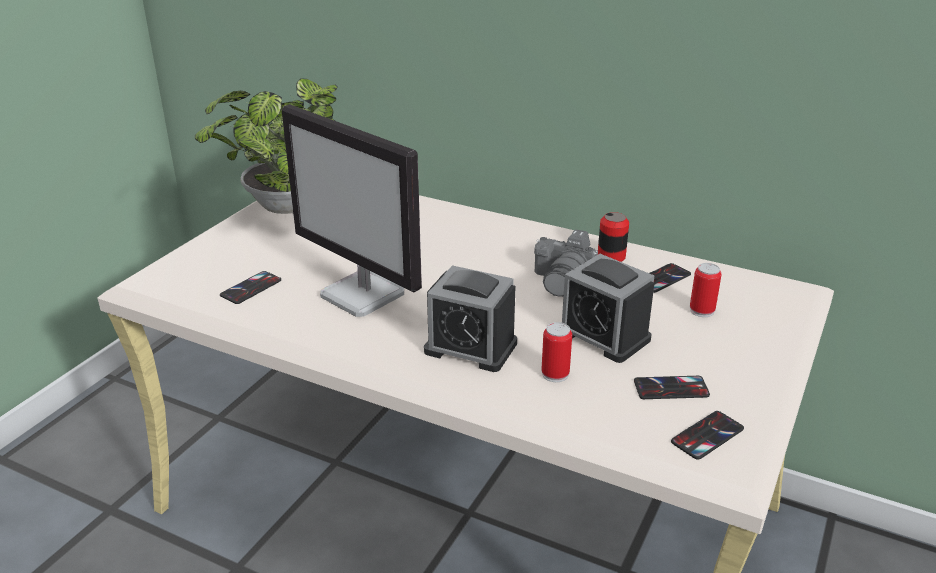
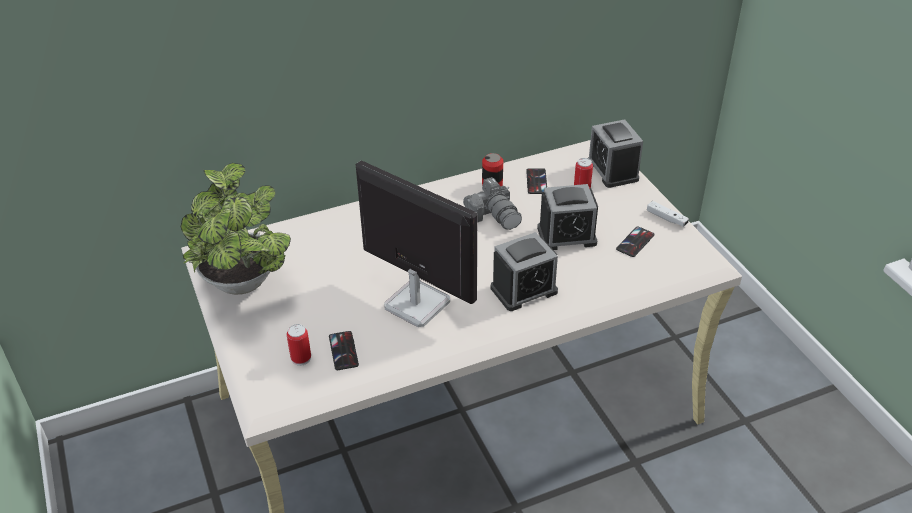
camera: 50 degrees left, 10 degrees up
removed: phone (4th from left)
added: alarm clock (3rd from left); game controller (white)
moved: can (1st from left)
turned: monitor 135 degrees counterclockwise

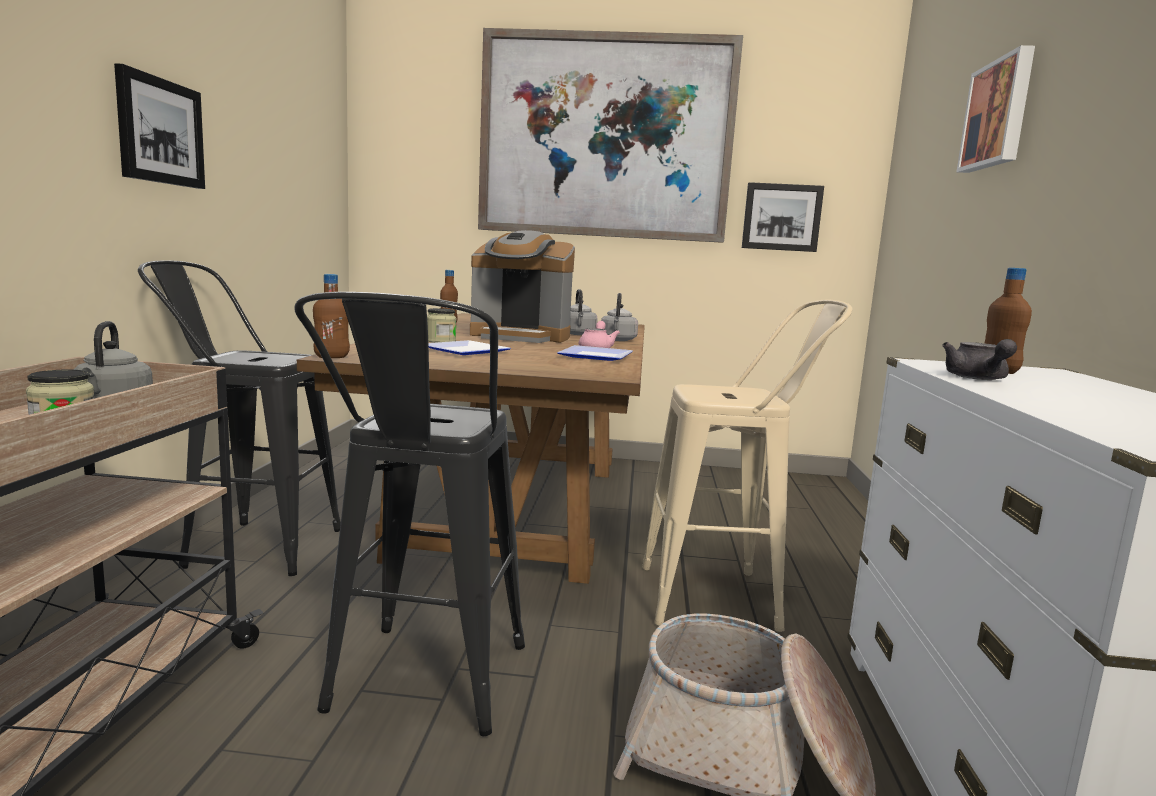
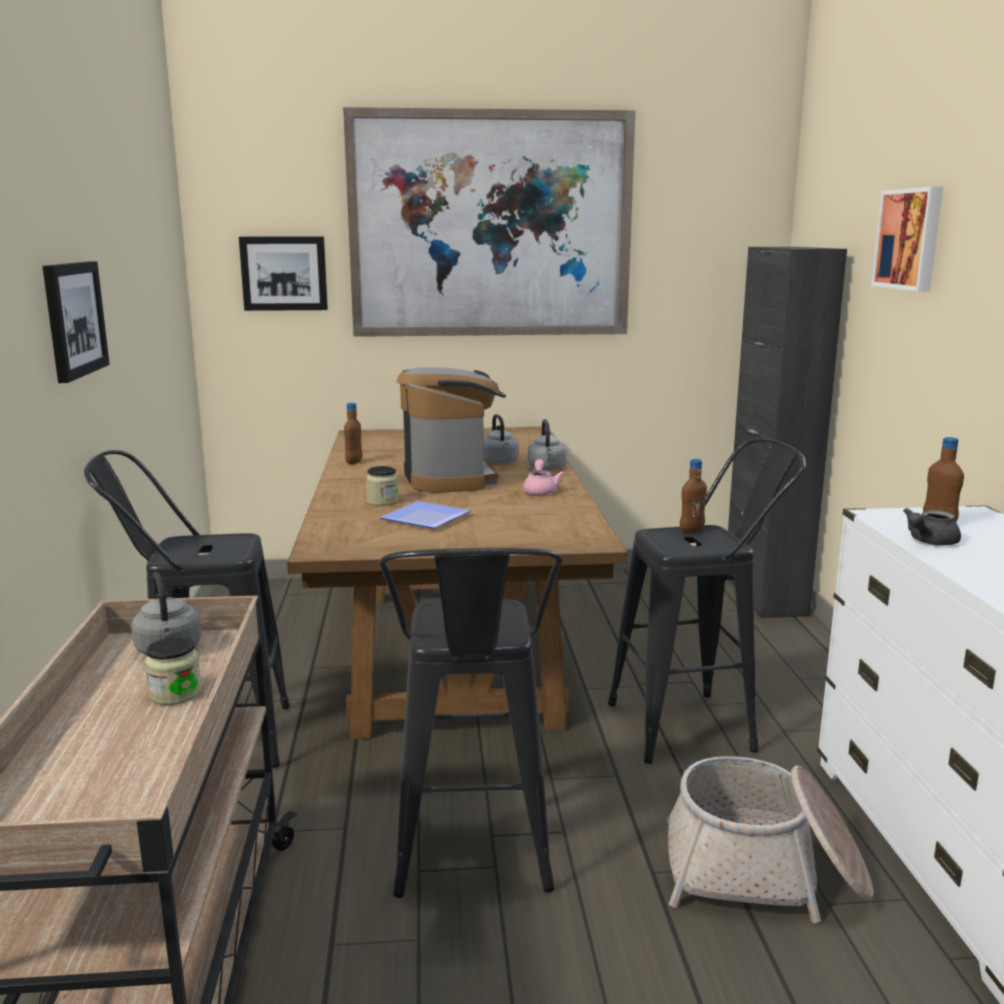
camera: 10 degrees left, 5 degrees up
removed: plate (2nd from left)
added: cabinet (black)
moved: bottle (brown) (1st from left in the first image) to bottle (brown) (2nd from left); picture (3rd from left in the first image) to picture (2nd from left)
recoloured: stool (beige) to stool (black) (3rd from left)
turned: coffee machine 105 degrees counterclockwise; teapot (grey) 60 degrees clockwise

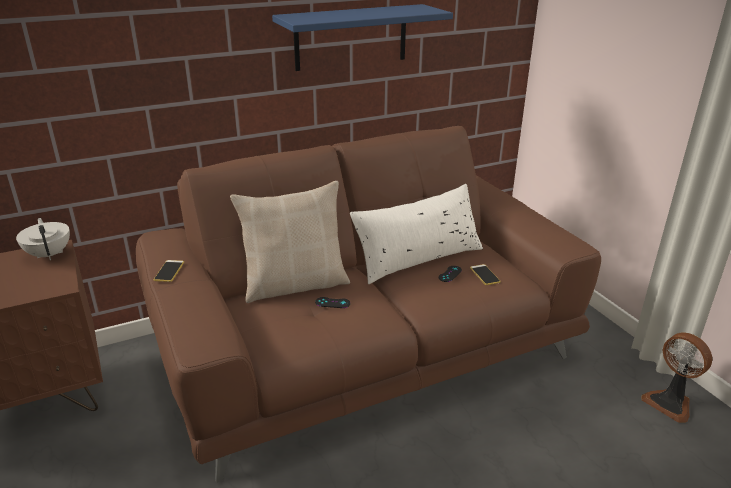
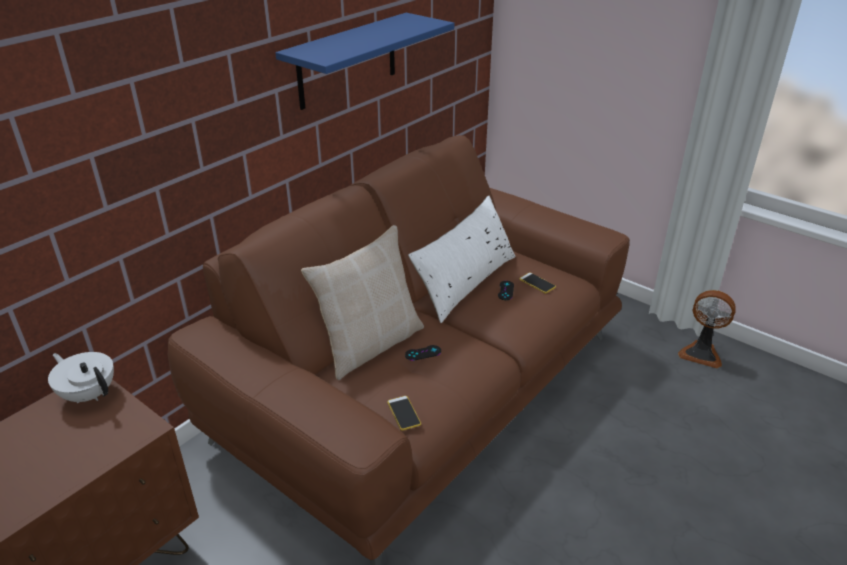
camera: 25 degrees left, 5 degrees up
moved: phone (1st from left)

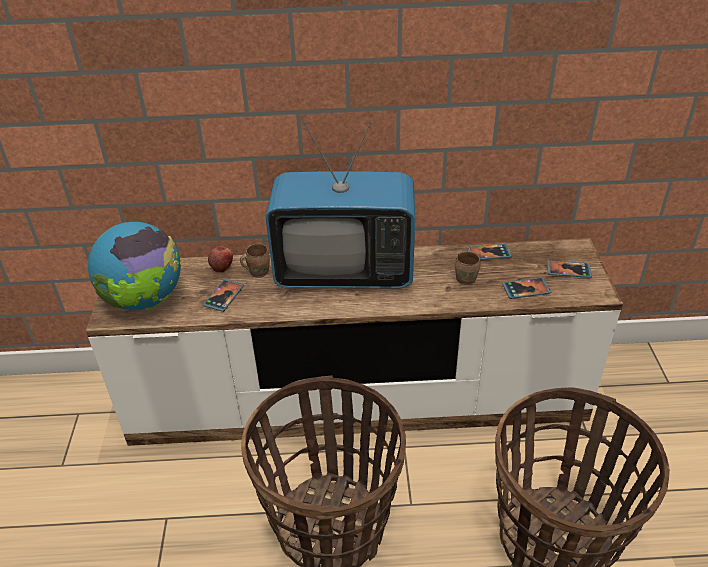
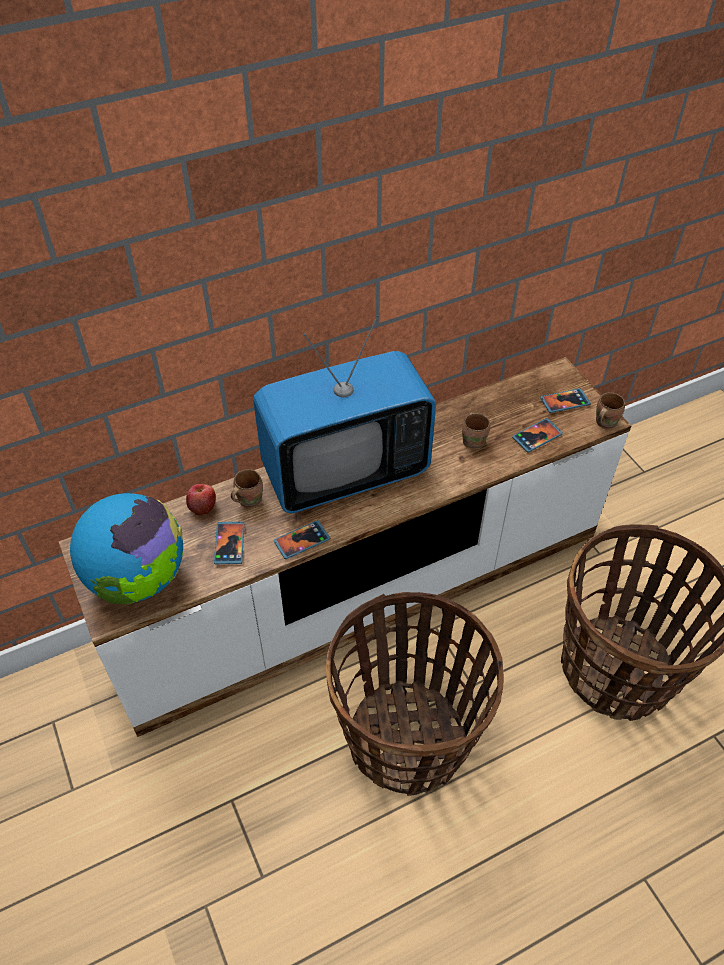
camera: 25 degrees left, 10 degrees up
added: mug (brown) (3rd from left)
moved: phone (2nd from left)

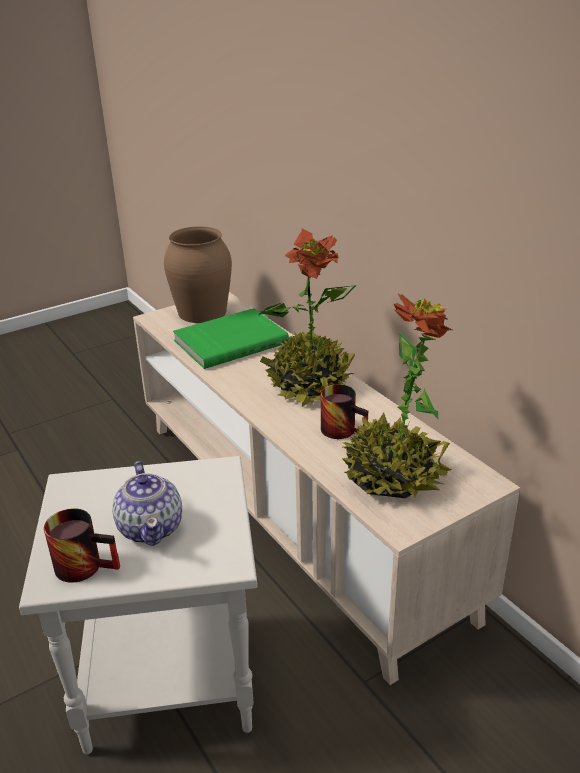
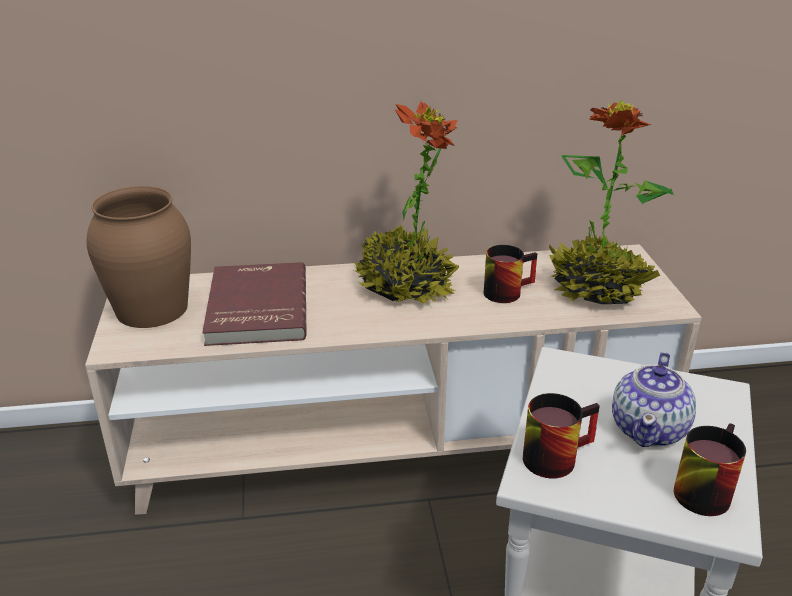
camera: 65 degrees left, 0 degrees up
added: mug (2nd from left)
recoloured: book (green) to book (red)
turned: teapot 105 degrees clockwise

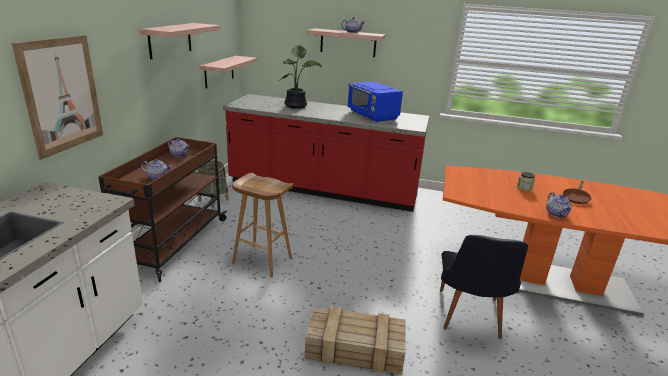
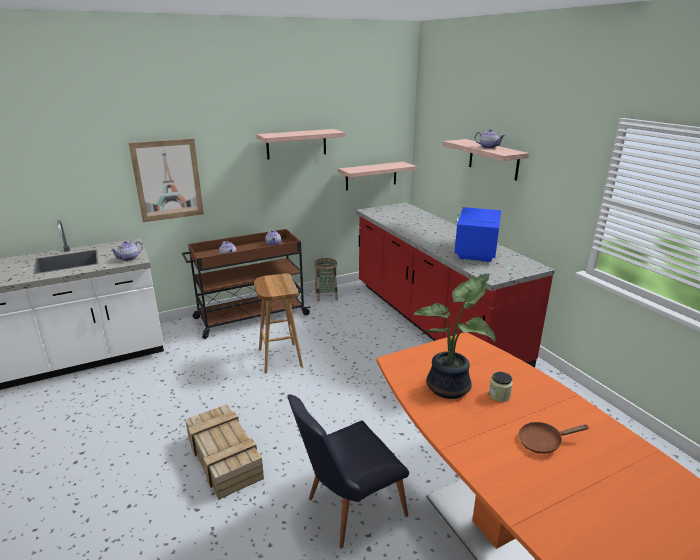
camera: 50 degrees right, 0 degrees up
moved: potted plant; teapot (4th from left in the first image) to teapot (1st from left)

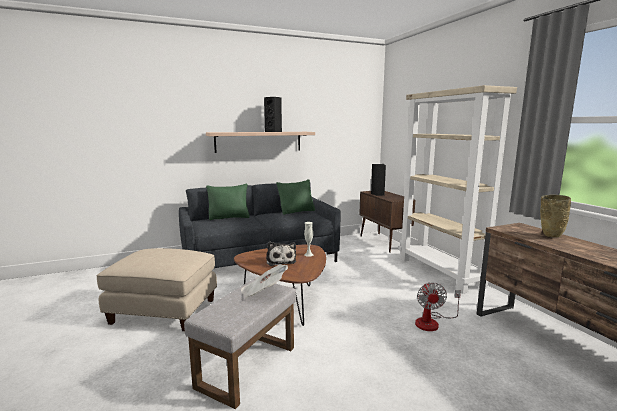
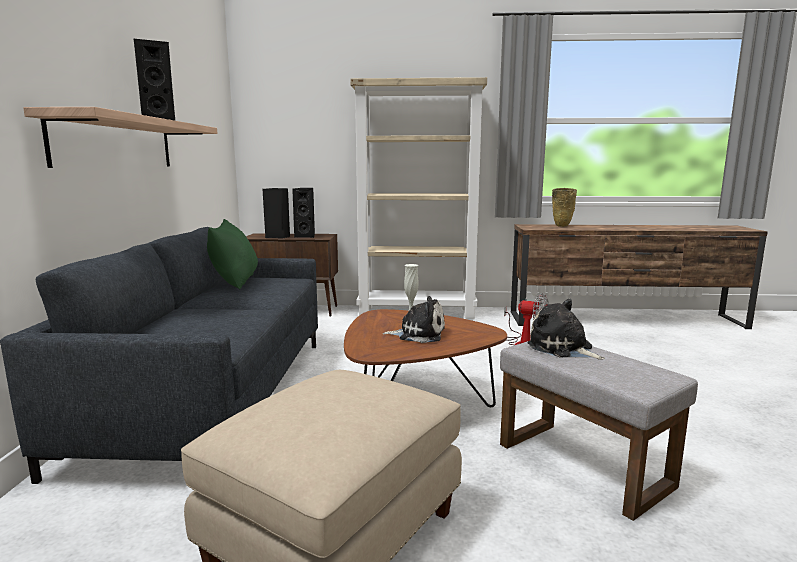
camera: 65 degrees left, 0 degrees up
removed: pillow (green) (1st from left)
added: speaker (black) (3rd from left)
replaced: newspaper to plush toy (2nd from left)

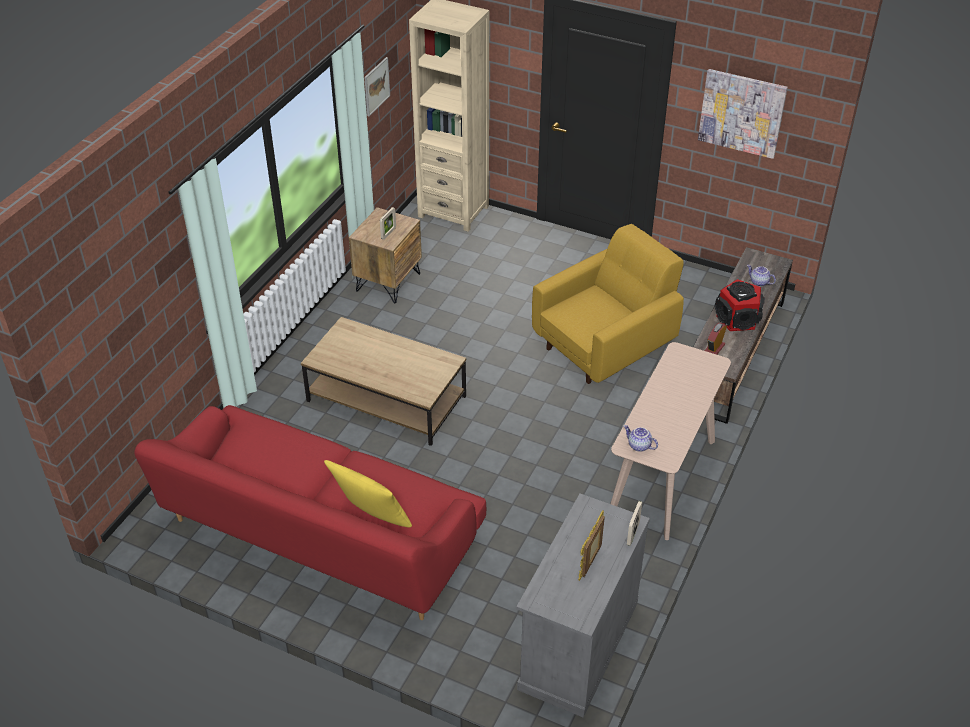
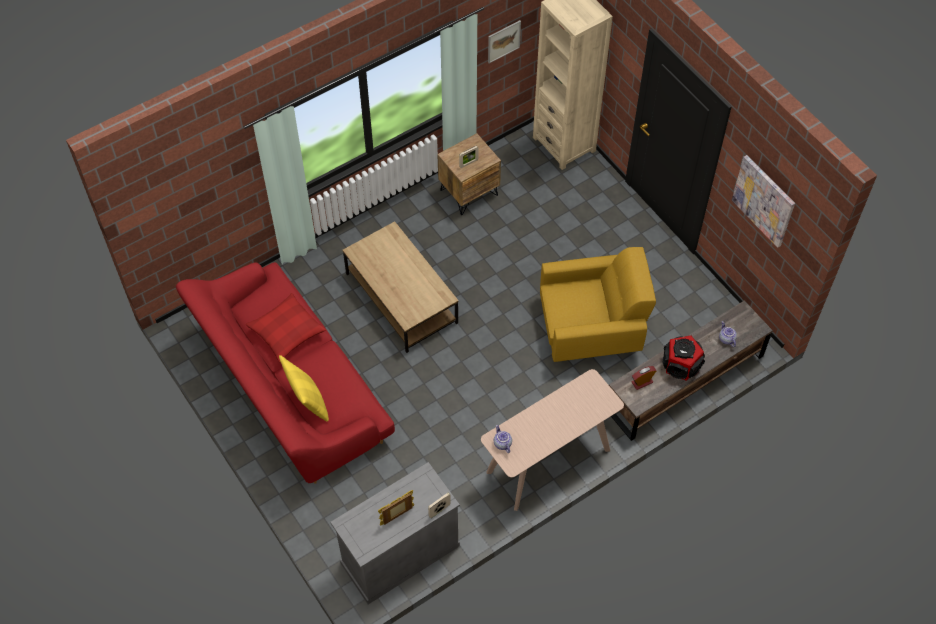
camera: 30 degrees right, 15 degrees up
added: pillow (red)

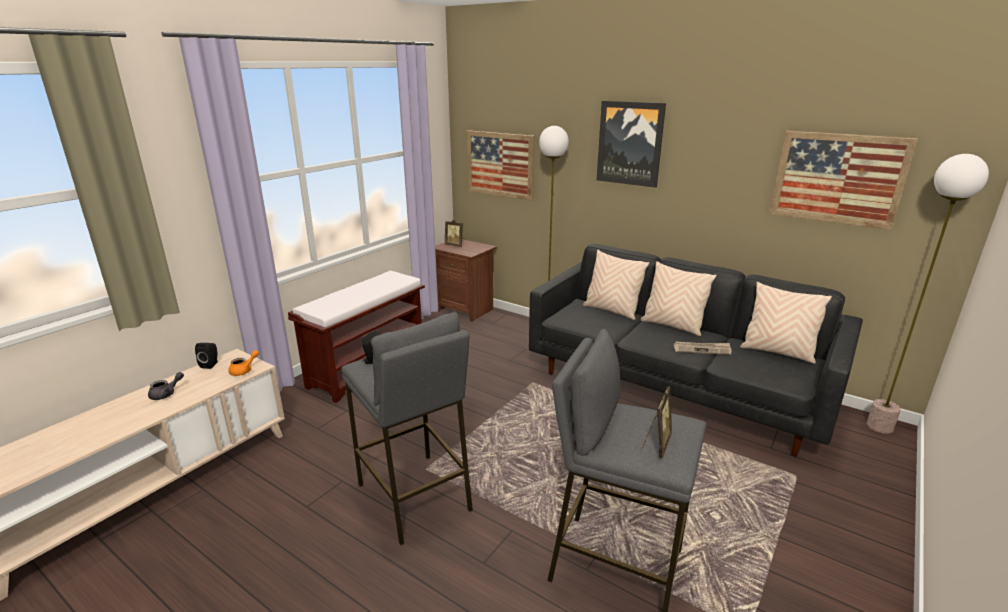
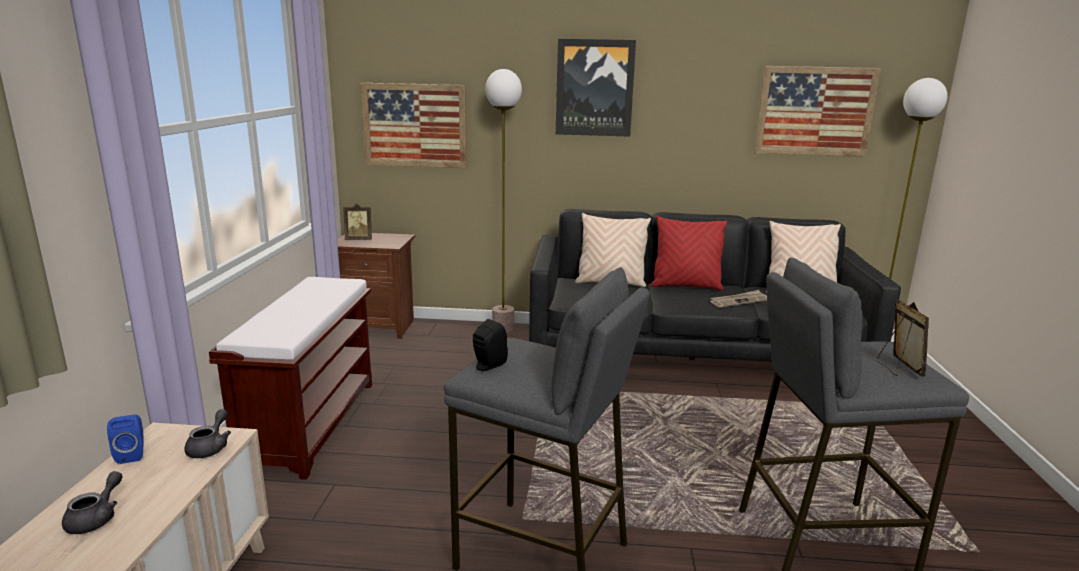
camera: 30 degrees left, 5 degrees down
recoloured: speaker (black) (1st from left) to speaker (blue); teapot (orange) to teapot (grey) (2nd from left); pillow (beige) (2nd from left) to pillow (red)

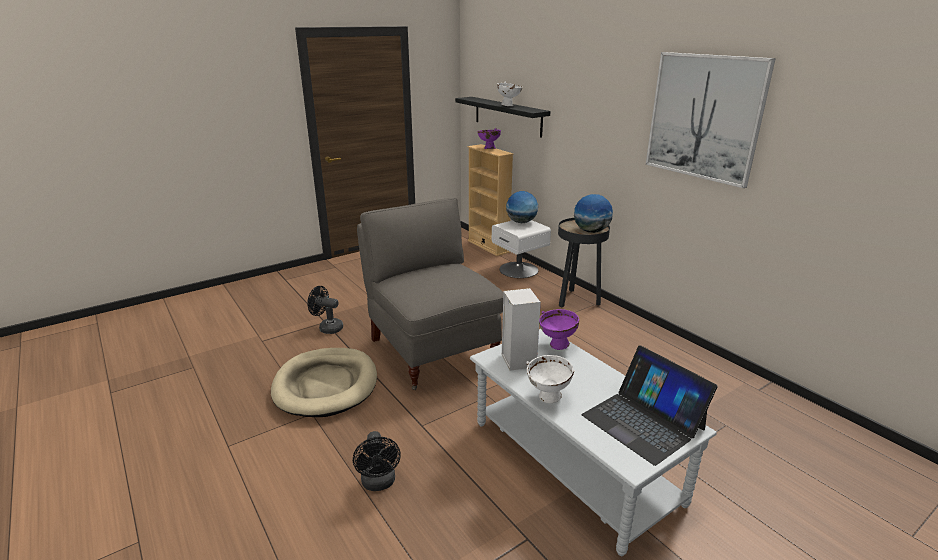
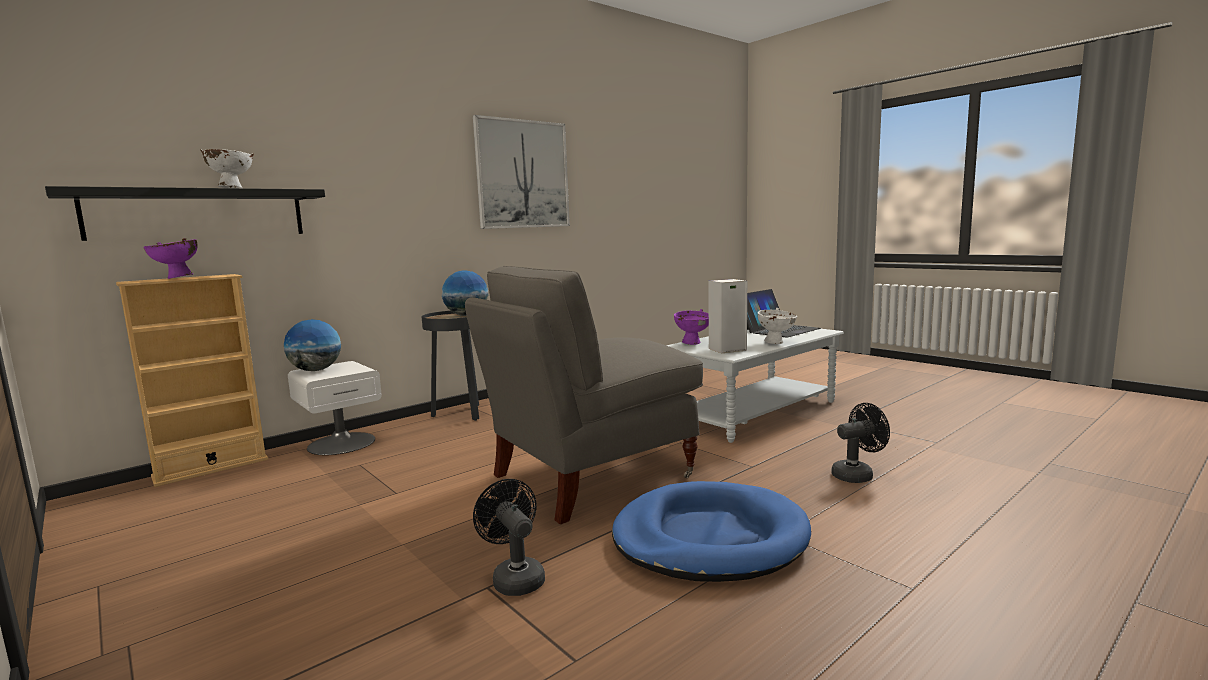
camera: 95 degrees left, 15 degrees down
recoloured: dog bed (beige) to dog bed (blue)
turned: fan (black) (1st from left) 135 degrees clockwise

